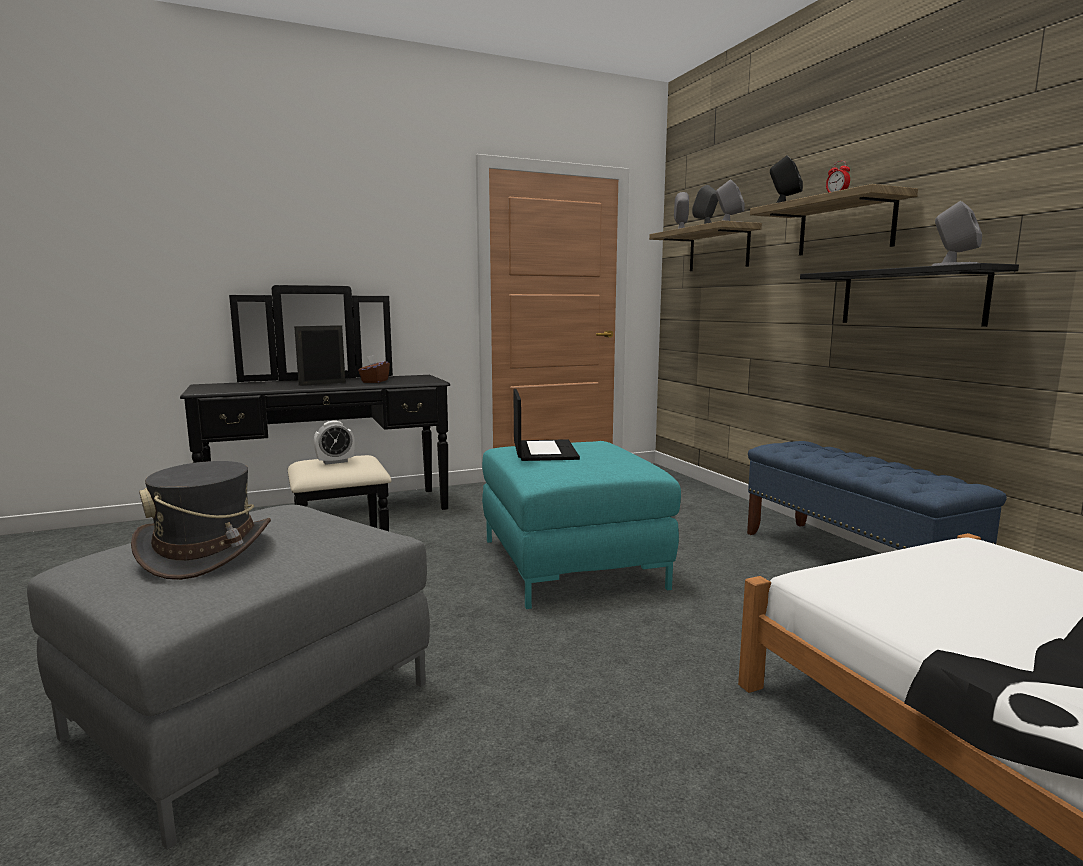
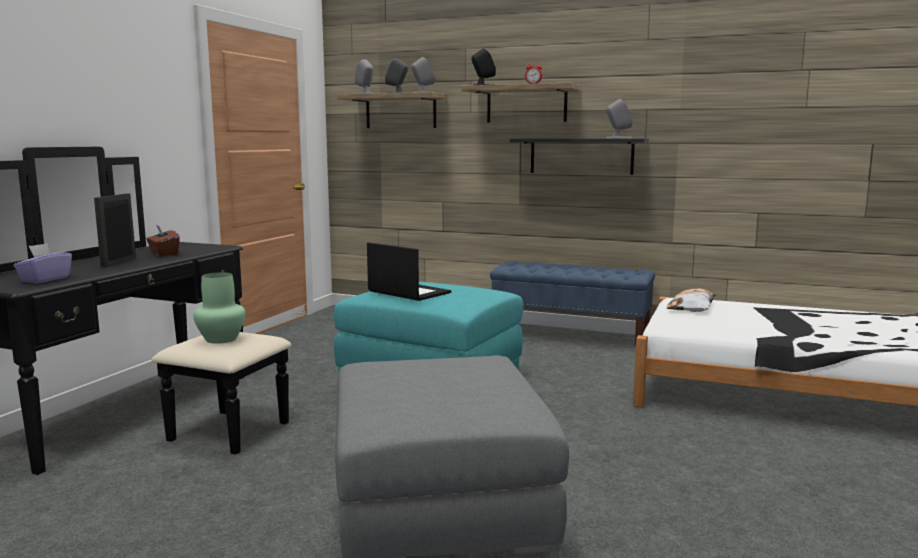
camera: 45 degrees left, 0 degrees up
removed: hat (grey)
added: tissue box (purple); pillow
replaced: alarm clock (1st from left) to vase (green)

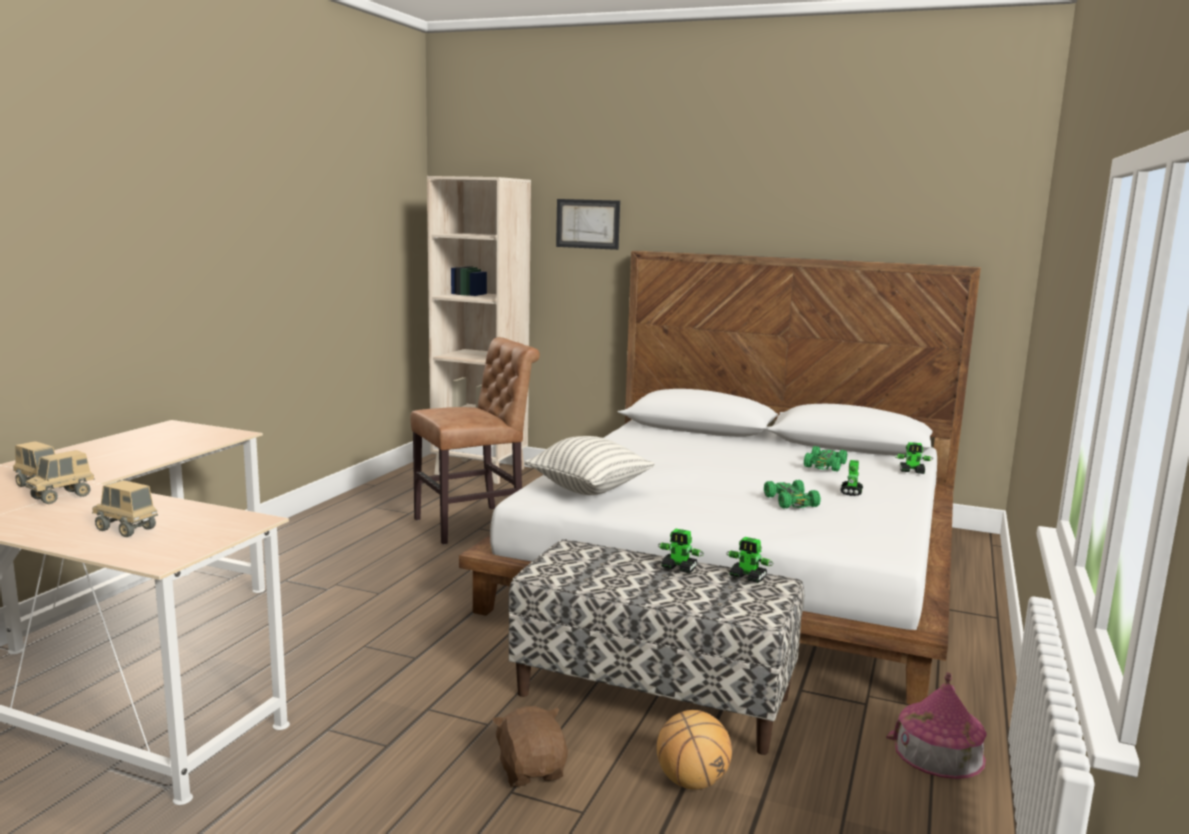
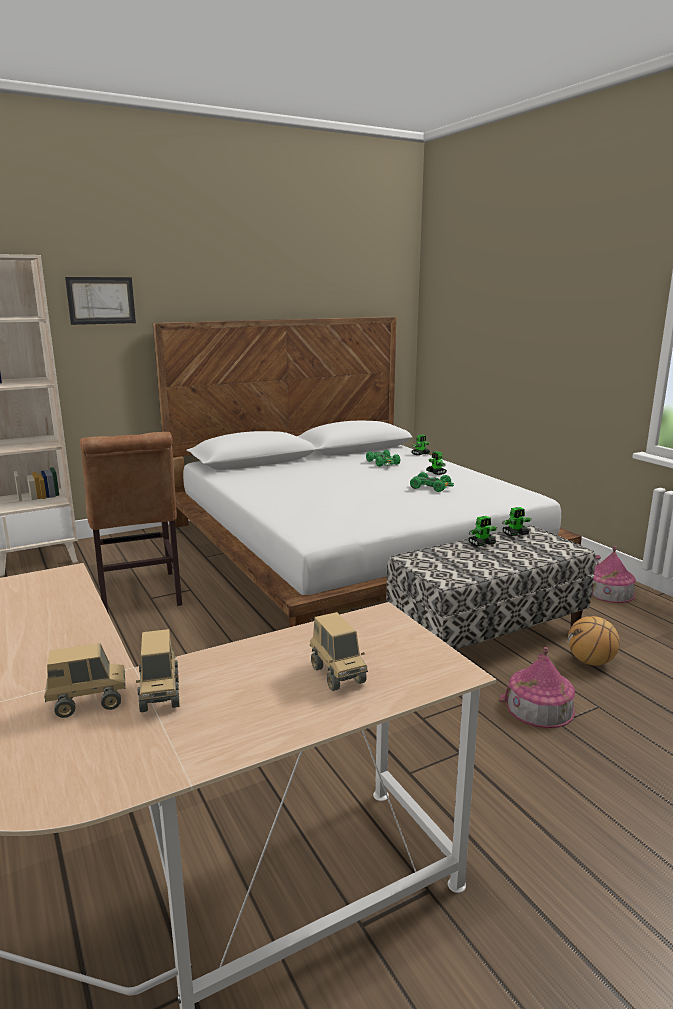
camera: 50 degrees left, 5 degrees up
removed: pillow
replaced: plush toy (brown) to toy house (1st from left)
turned: toy truck (3rd from left) 90 degrees counterclockwise; chair (brown) 150 degrees clockwise

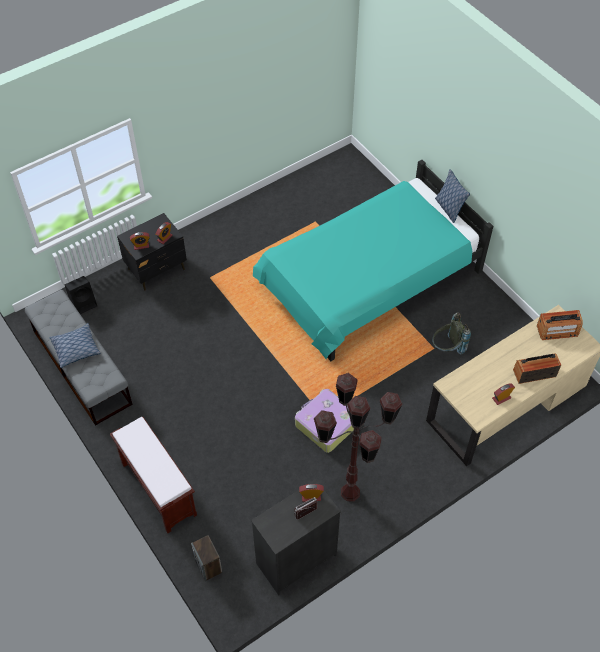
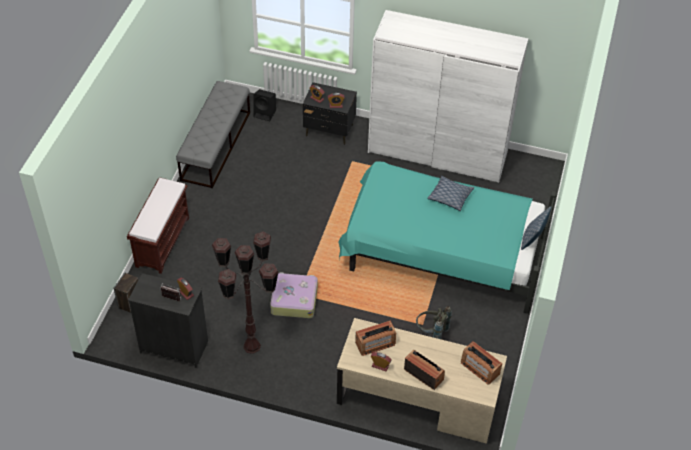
camera: 50 degrees right, 5 degrees down
added: radio (2nd from left); wardrobe (white)
moved: pillow (1st from left)

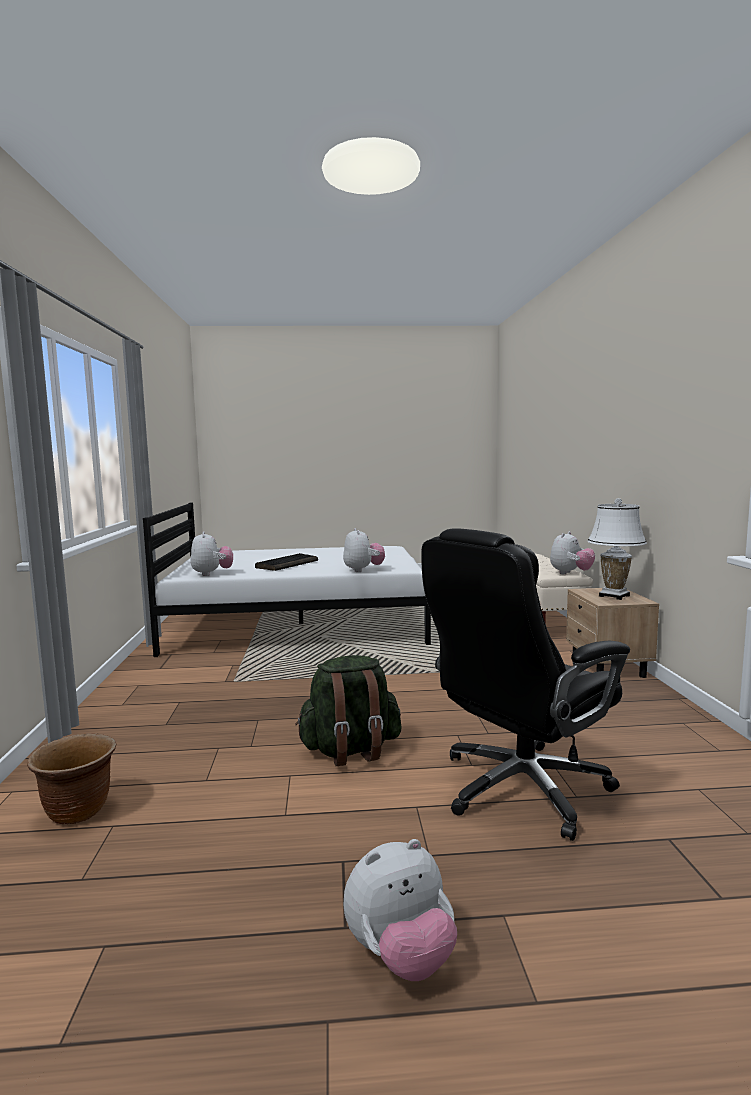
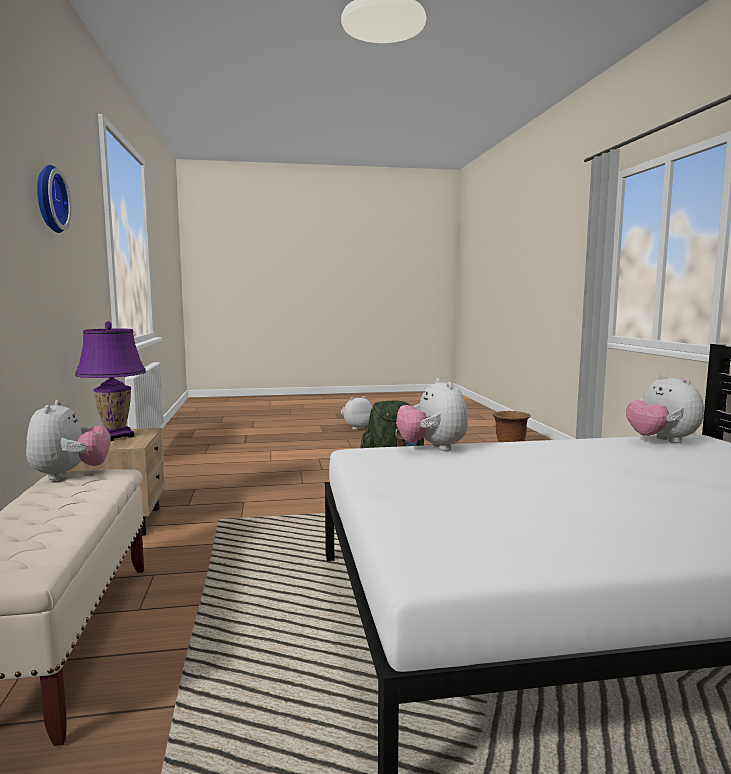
camera: 175 degrees right, 0 degrees up
removed: keyboard; office chair (black)
added: wall clock
recoloured: table lamp (white) to table lamp (purple)
turned: plush toy (4th from left in the first image) 135 degrees clockwise

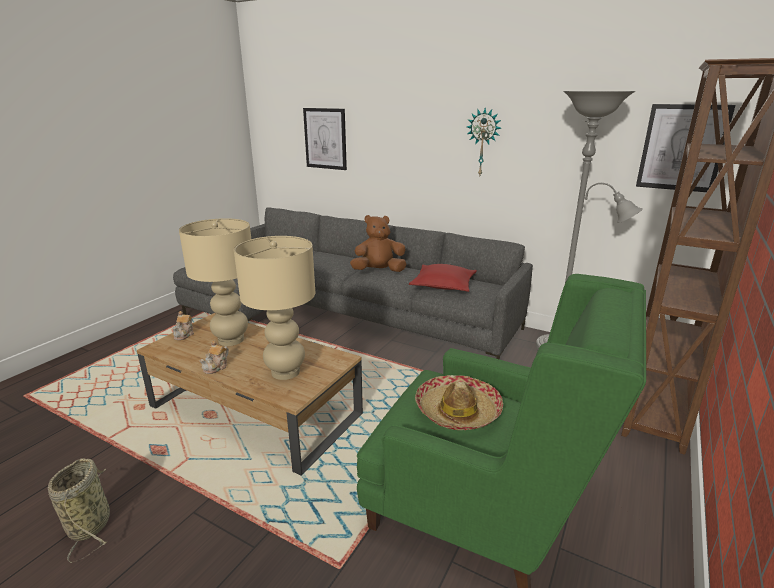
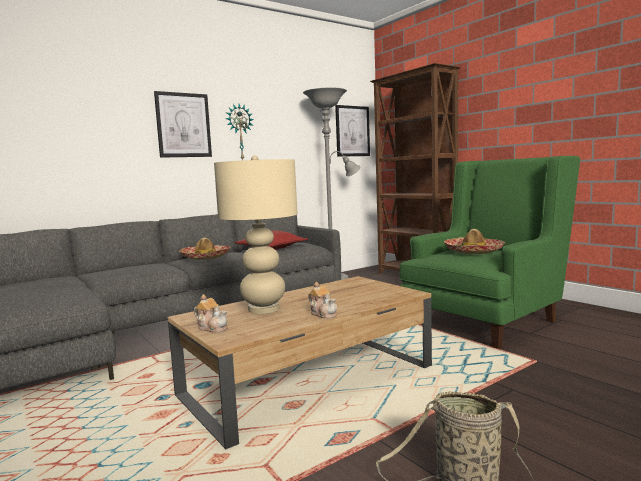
camera: 65 degrees left, 15 degrees down
removed: table lamp (beige) (2nd from left)
moved: picture (1st from left)
replaced: plush toy (brown) to hat (1st from left)

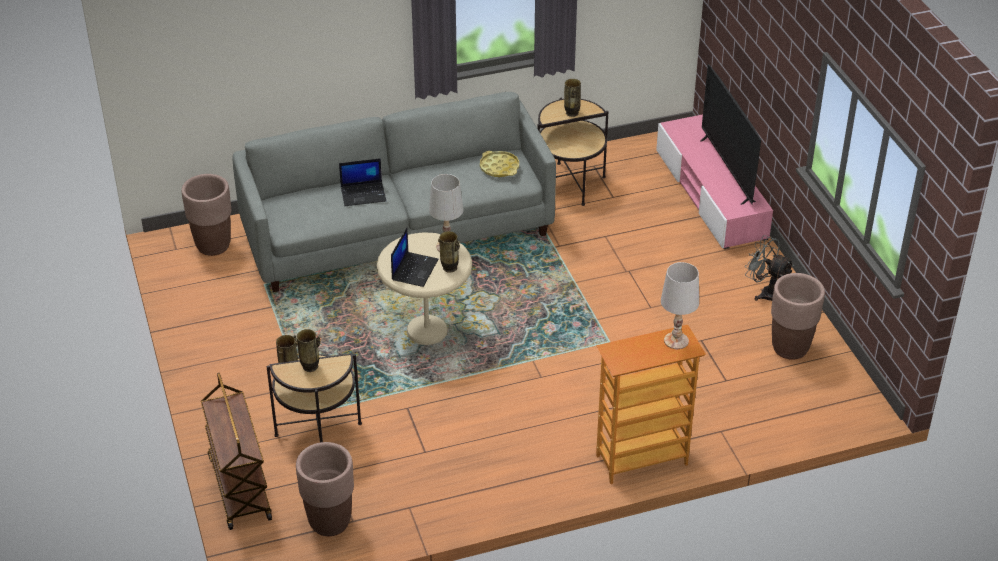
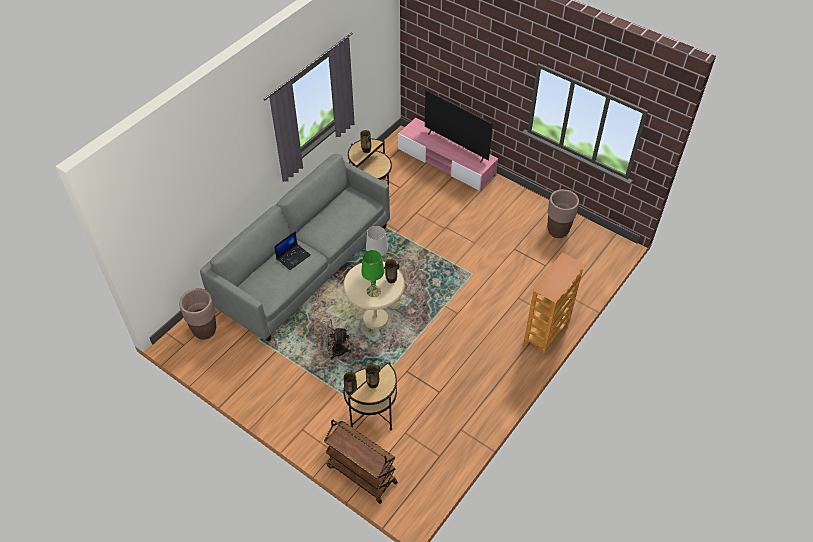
camera: 35 degrees left, 10 degrees up
removed: planter (brown) (2nd from left); tray (yellow); table lamp (white) (2nd from left)
moved: fan (grey)
replaced: laptop (2nd from left) to table lamp (green)

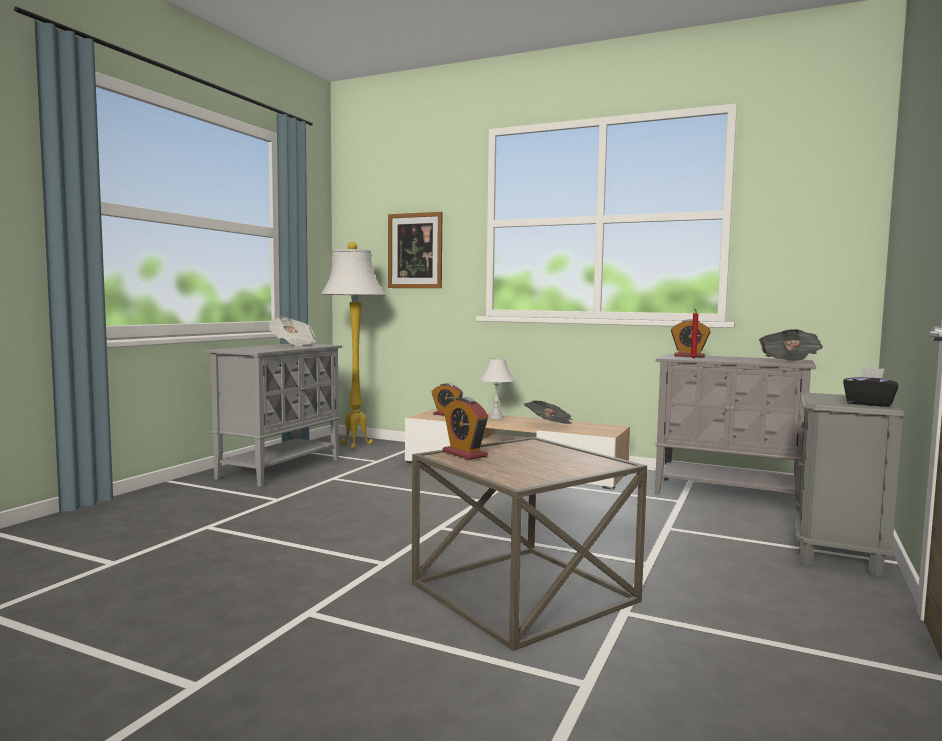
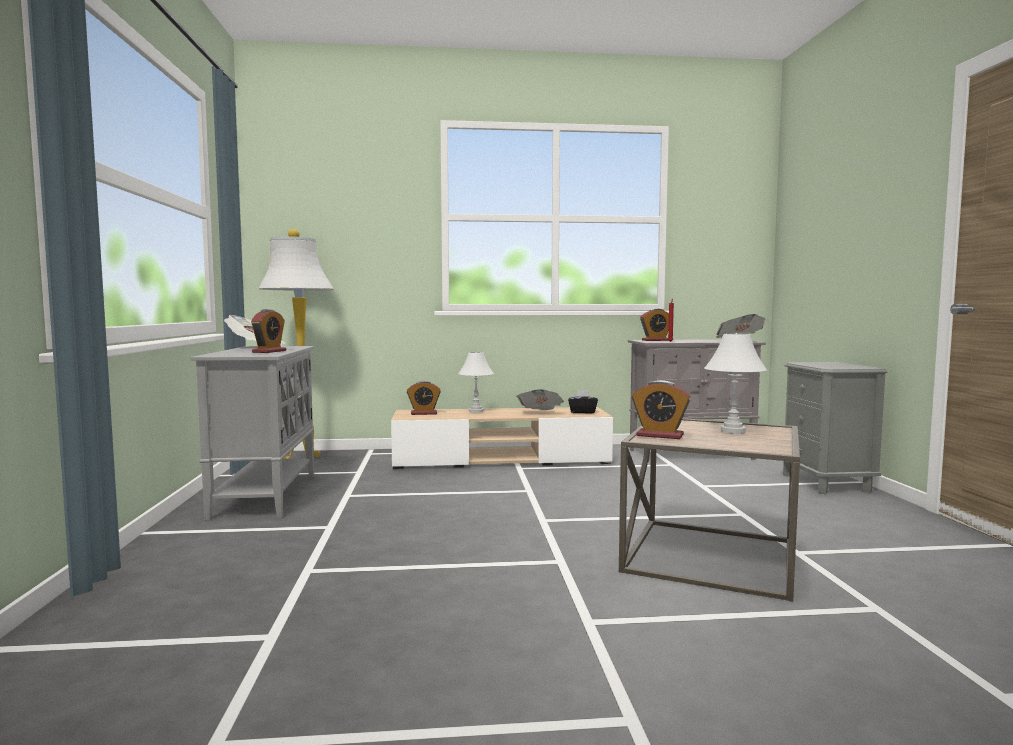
camera: 30 degrees left, 0 degrees up
removed: picture
added: alarm clock (1st from left); table lamp (white) (2nd from left)
moved: tissue box (black)

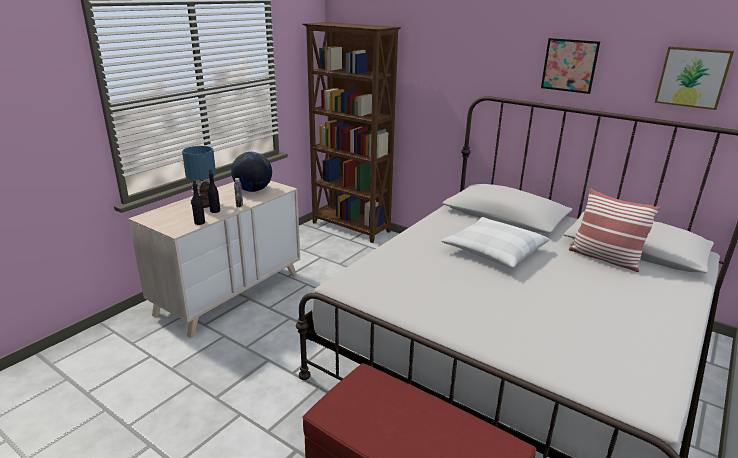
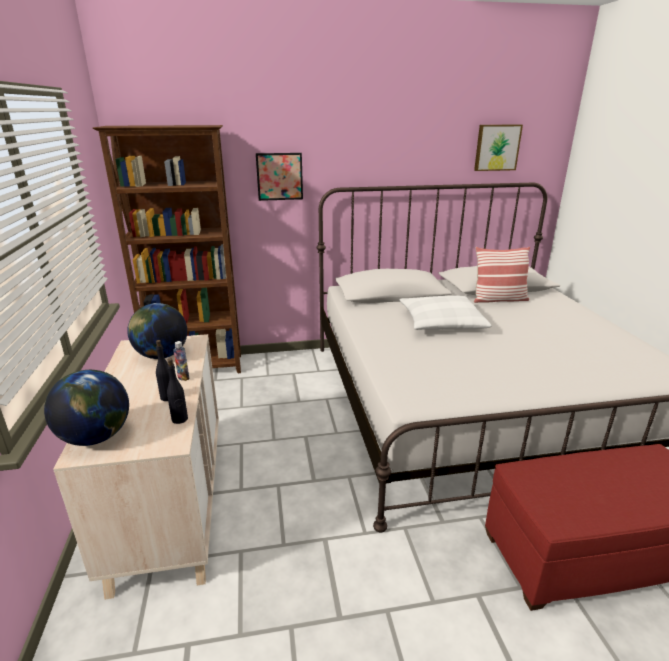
camera: 45 degrees left, 0 degrees up
removed: table lamp
added: globe (1st from left)
moved: picture (1st from left)

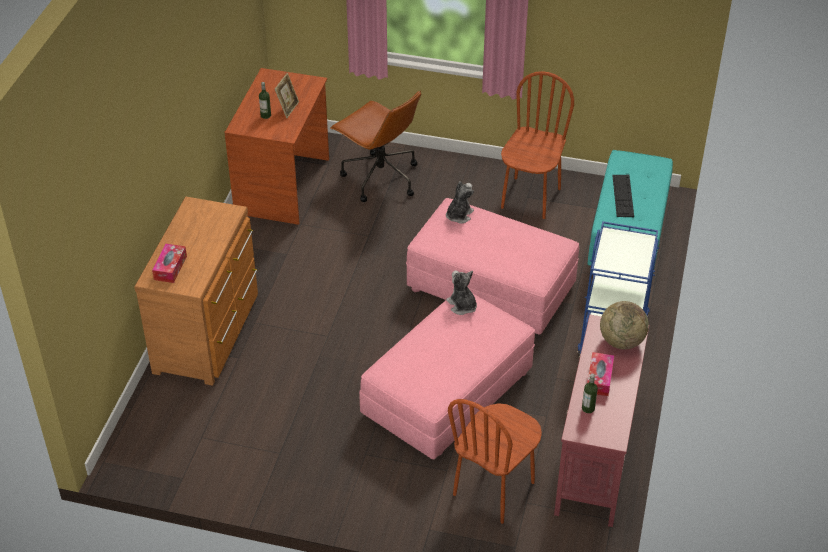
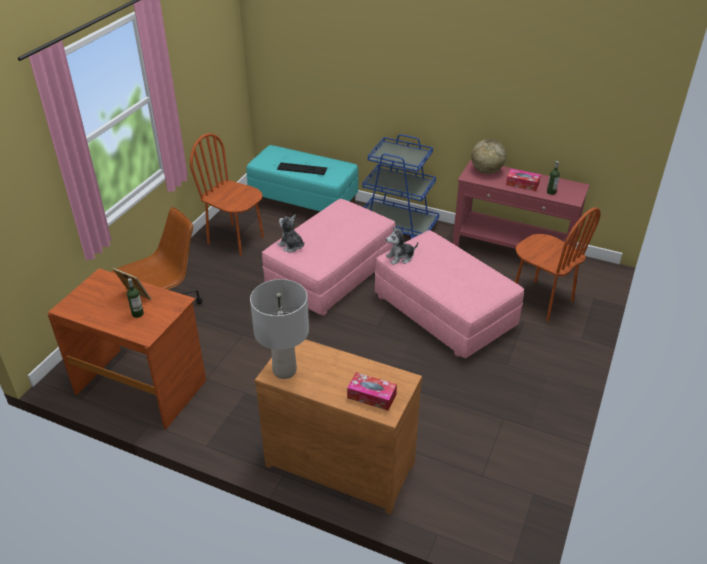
camera: 80 degrees left, 5 degrees down
added: table lamp (grey)

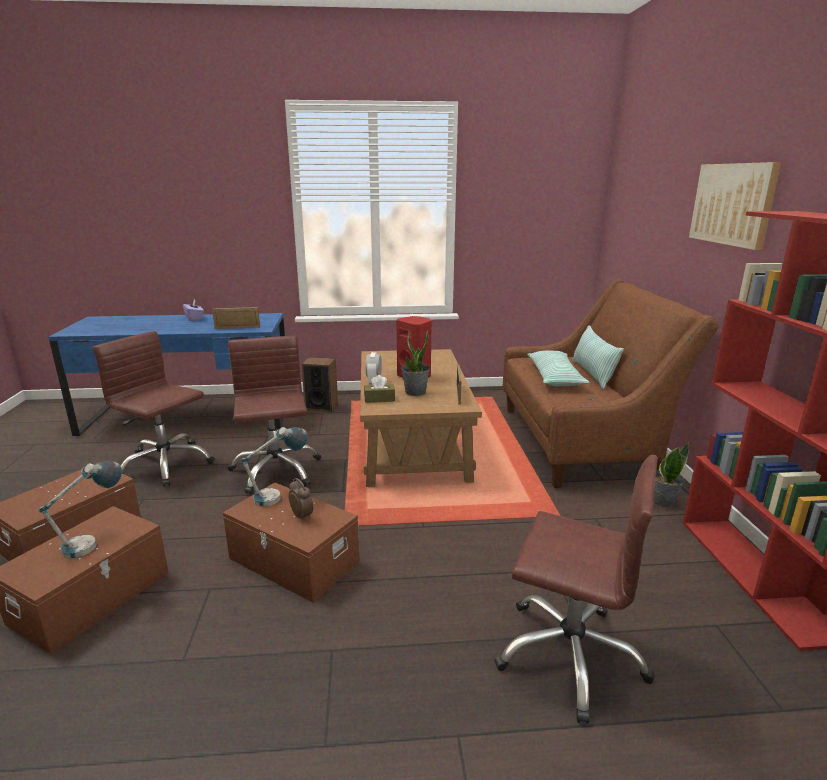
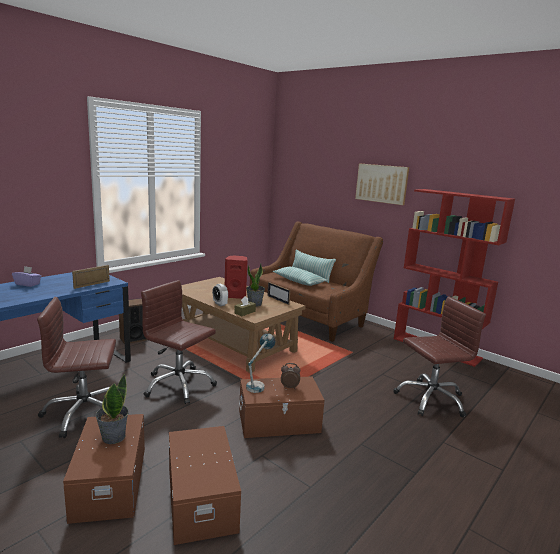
camera: 45 degrees left, 5 degrees down
removed: table lamp (1st from left)
moved: potted plant (2nd from left in the first image) to potted plant (1st from left)

